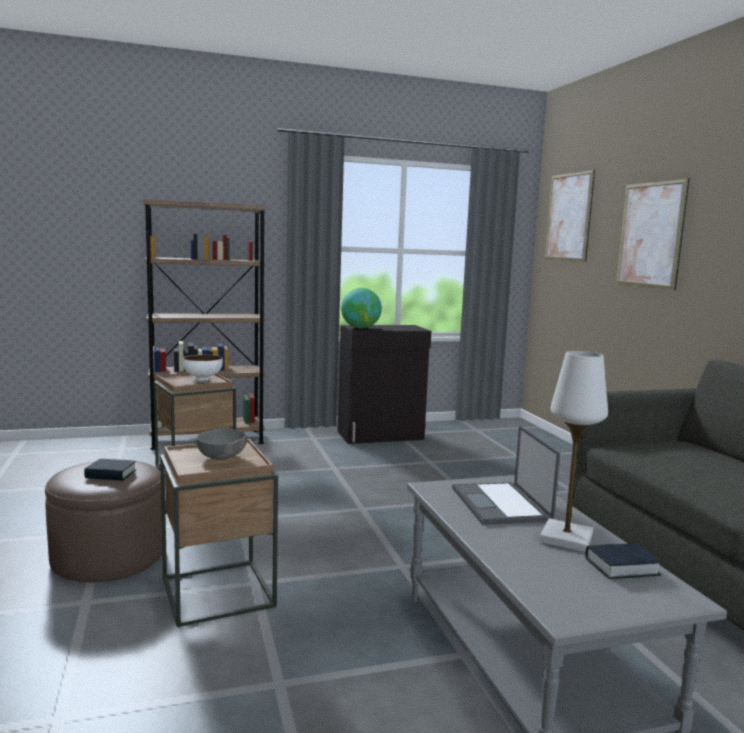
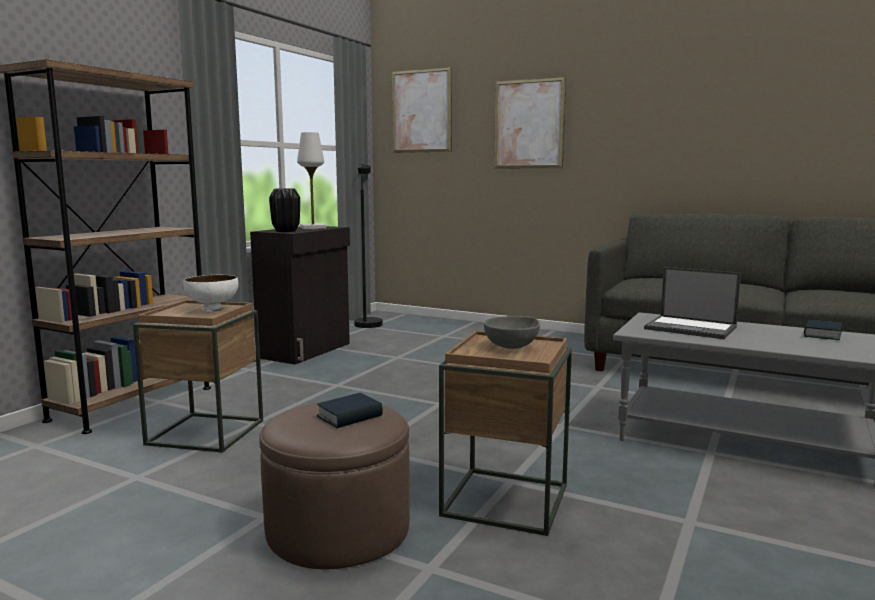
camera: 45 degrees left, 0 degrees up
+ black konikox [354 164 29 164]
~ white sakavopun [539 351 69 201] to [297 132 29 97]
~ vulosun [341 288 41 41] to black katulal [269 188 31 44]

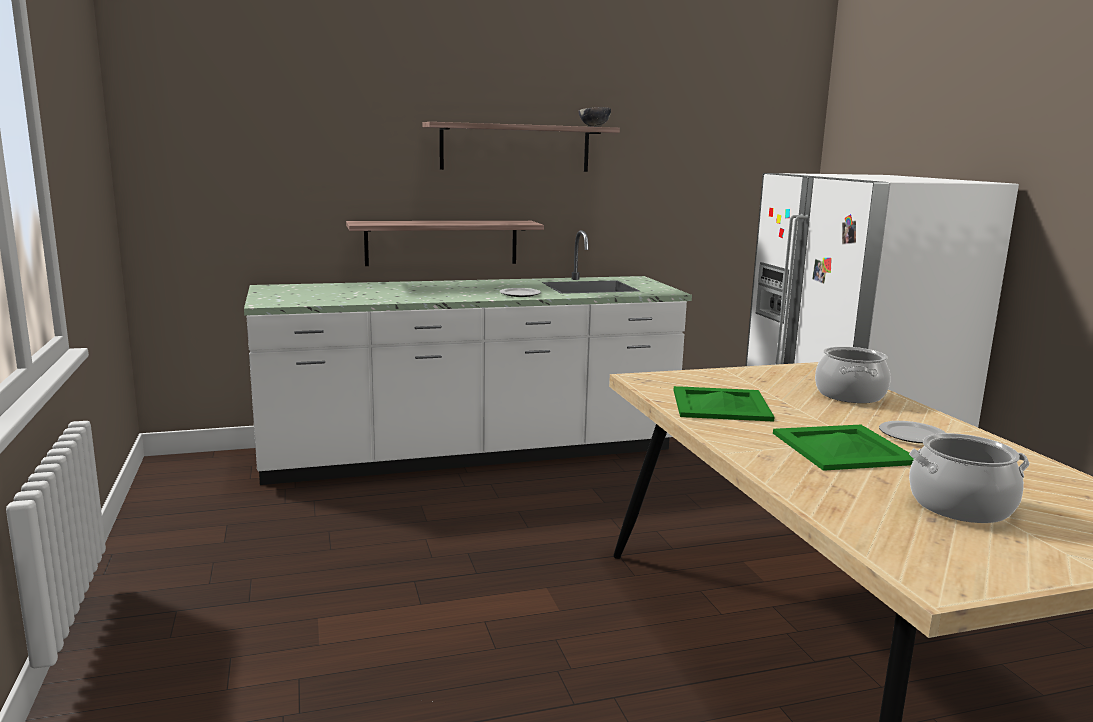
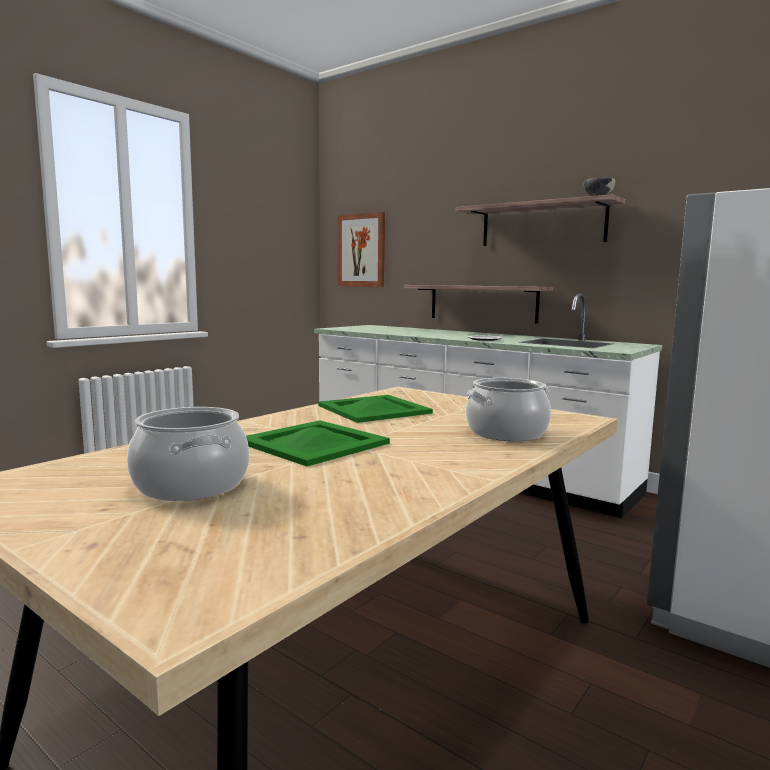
camera: 55 degrees right, 5 degrees down
- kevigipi [879 421 67 22]
+ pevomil [338 212 47 75]

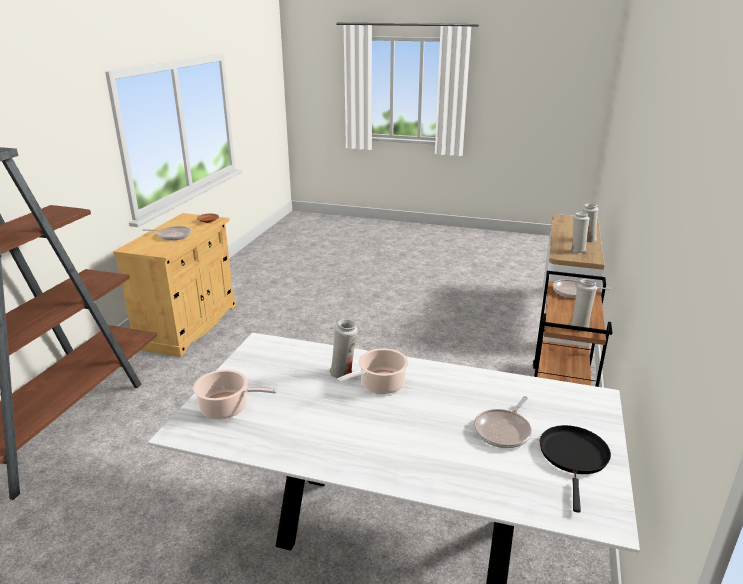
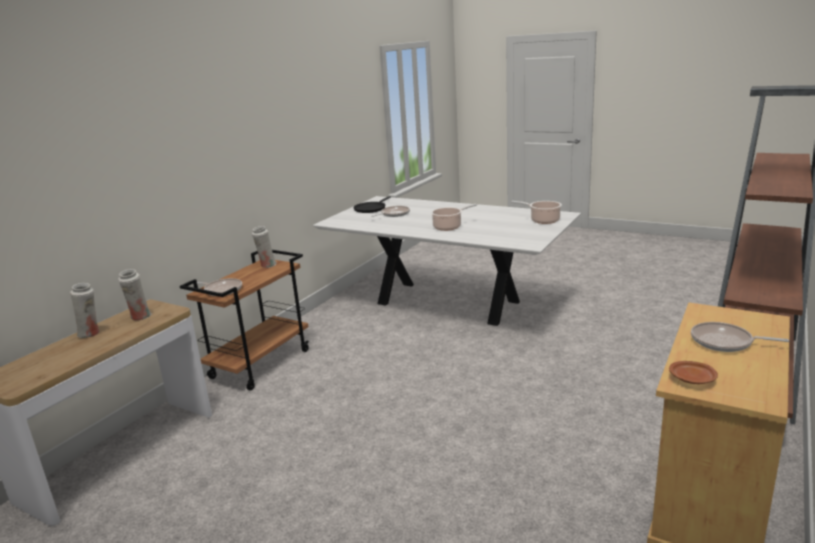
camera: 165 degrees left, 5 degrees down
- white katulal [330 319 28 59]

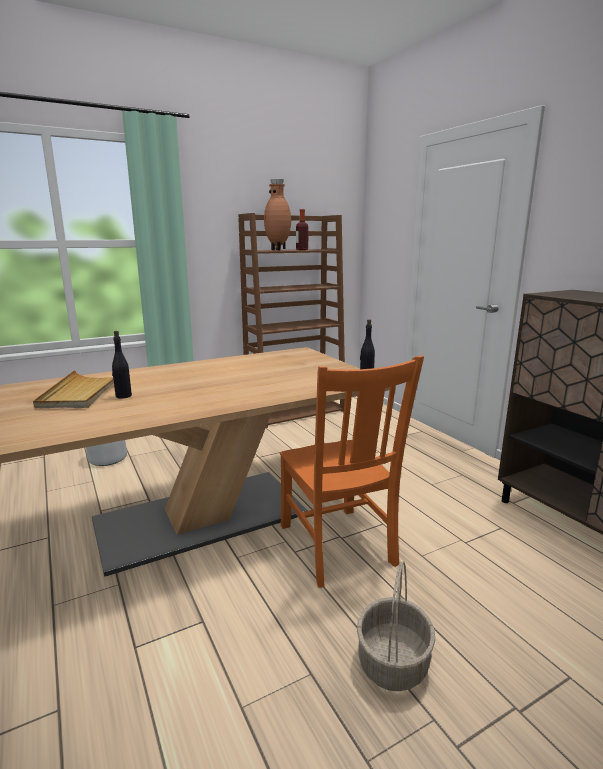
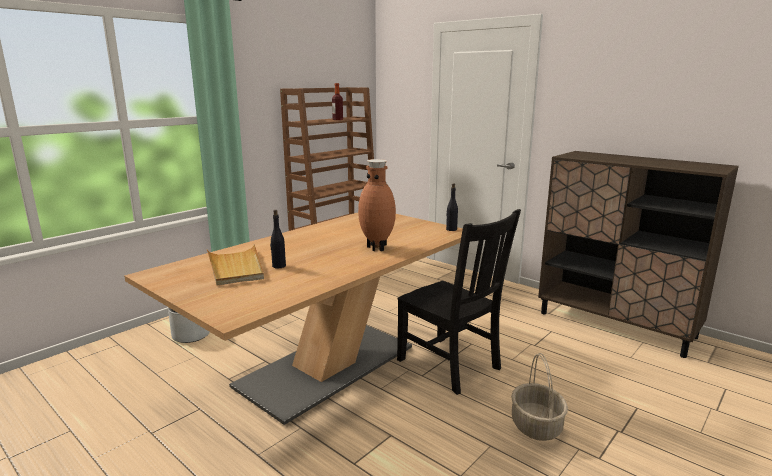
camera: 20 degrees left, 0 degrees up
~ brown katulal [264 179 27 72] to [358 159 38 92]
~ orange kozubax [280 355 144 233] to black kozubax [397 209 124 186]

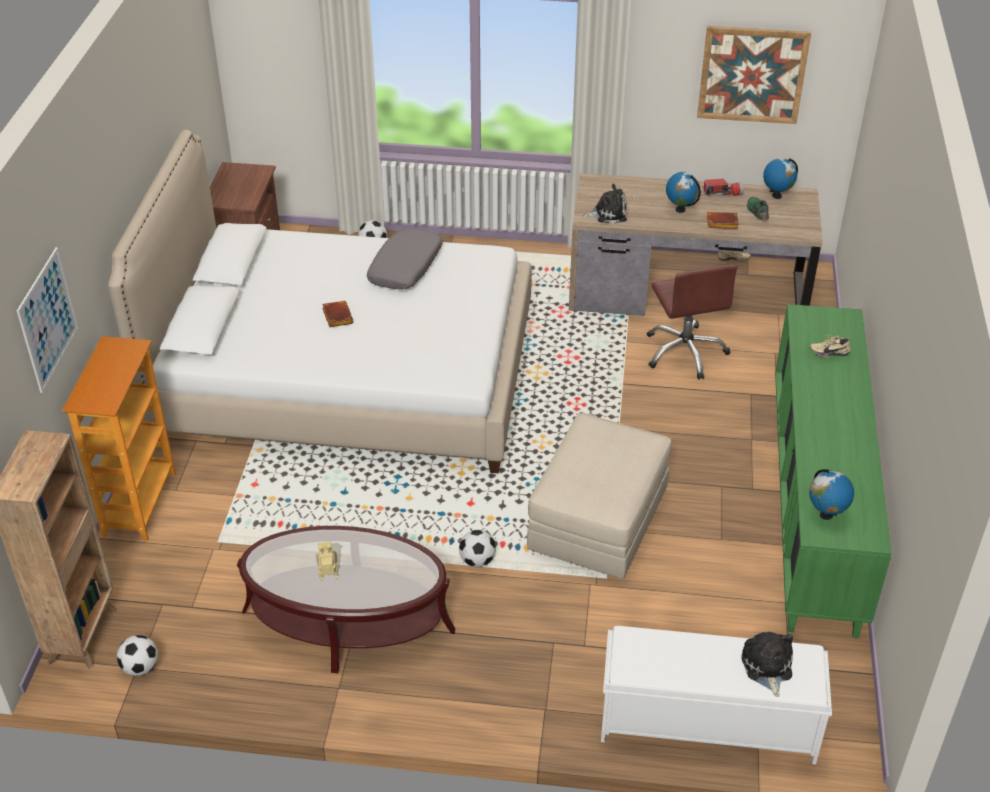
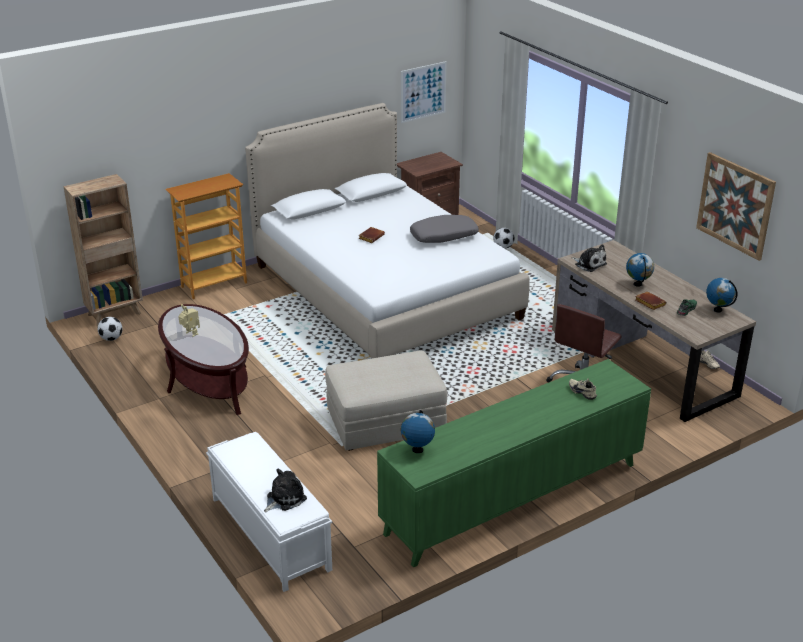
camera: 50 degrees right, 10 degrees down
- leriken [459 530 37 37]
- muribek [703 179 41 17]
~ pevomil [17 247 61 146] to [401 61 46 62]

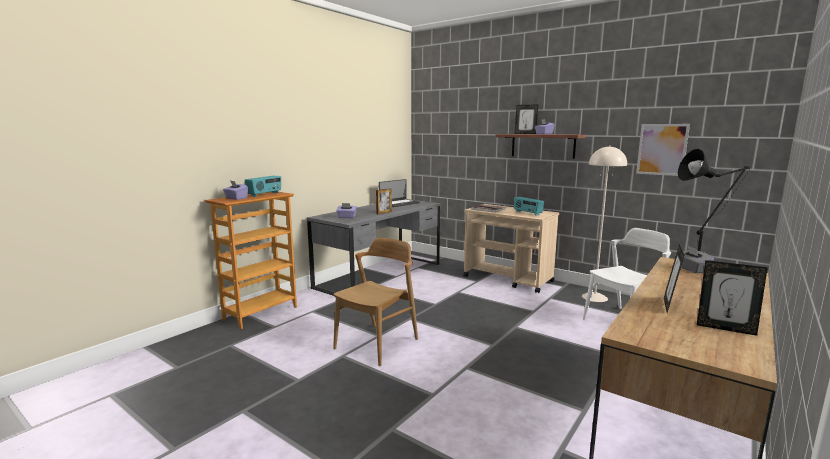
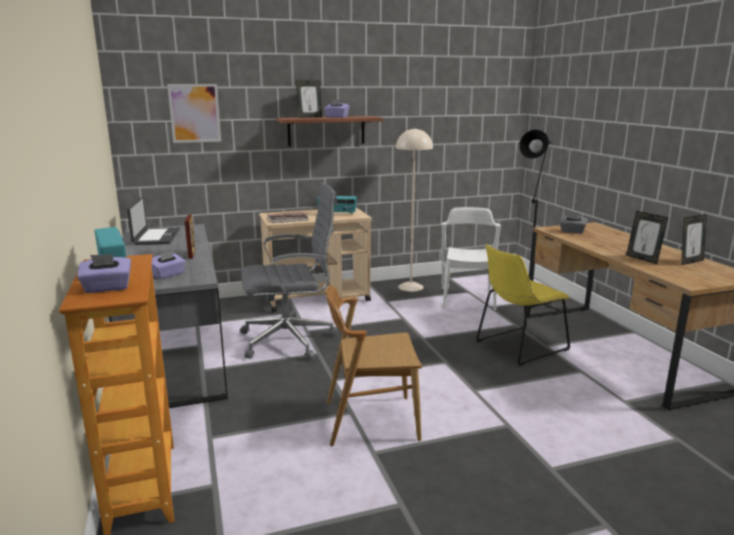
camera: 55 degrees left, 5 degrees up
+ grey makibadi [240 183 99 177]
+ yellow kozubax [476 244 94 122]
~ pevomil [636 124 54 52] to [167 84 54 59]
~ brown kozubax [333 238 85 128] = [326 285 96 161] 75 degrees counterclockwise

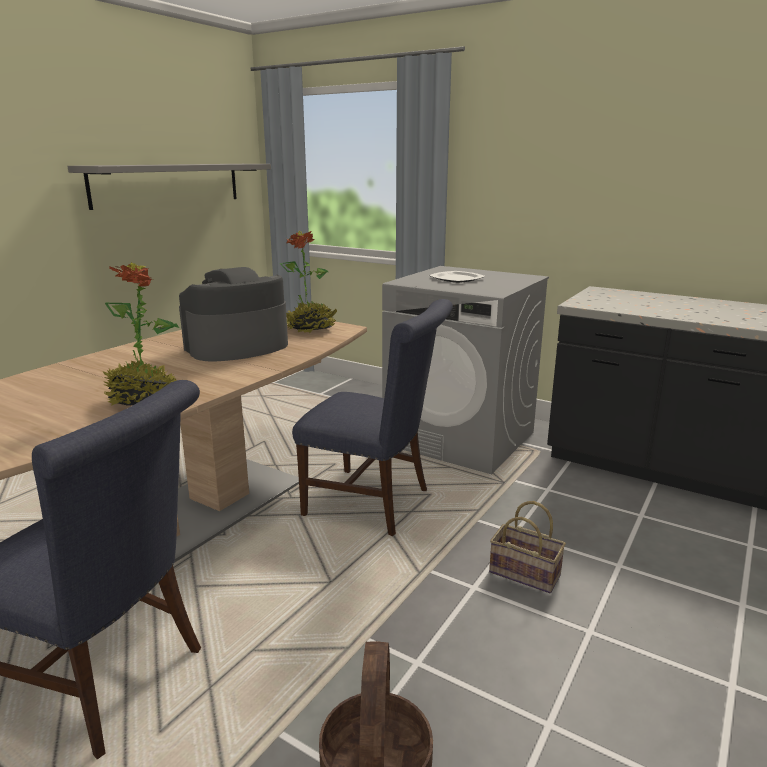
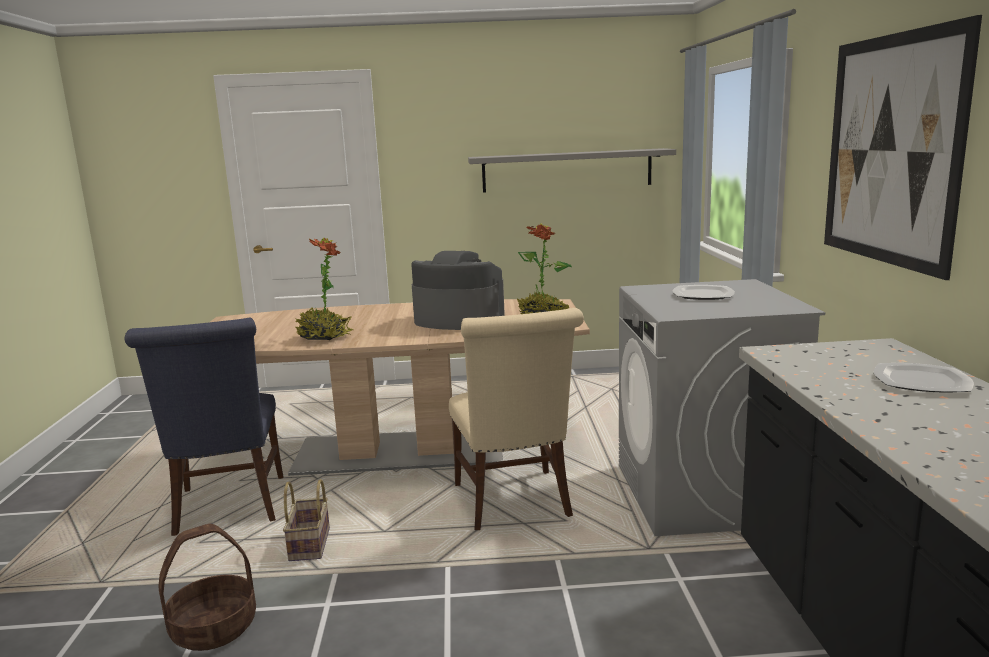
camera: 55 degrees right, 5 degrees down
+ pevomil [824 15 158 265]
+ kevigipi [874 363 100 30]
~ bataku [489 501 77 92] to [283 479 47 82]
~ blue kozubax [292 299 161 237] to beige kozubax [449 308 135 222]

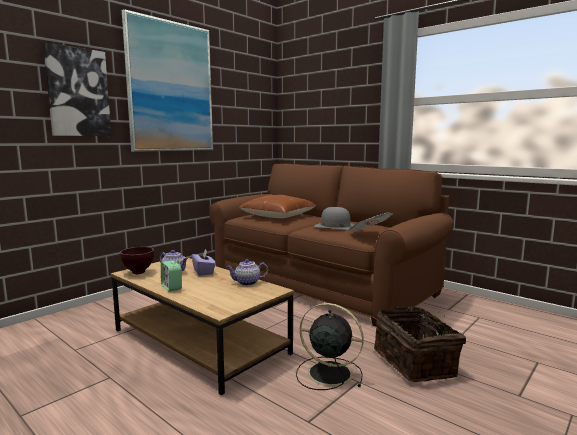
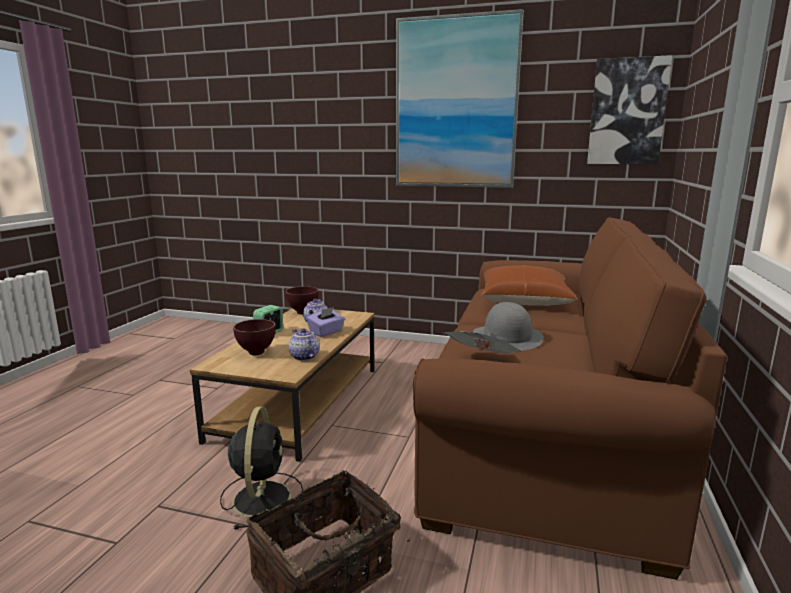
camera: 65 degrees right, 5 degrees up
+ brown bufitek [233 319 43 36]
~ pevomil [43 42 68 94] to [587 55 85 109]

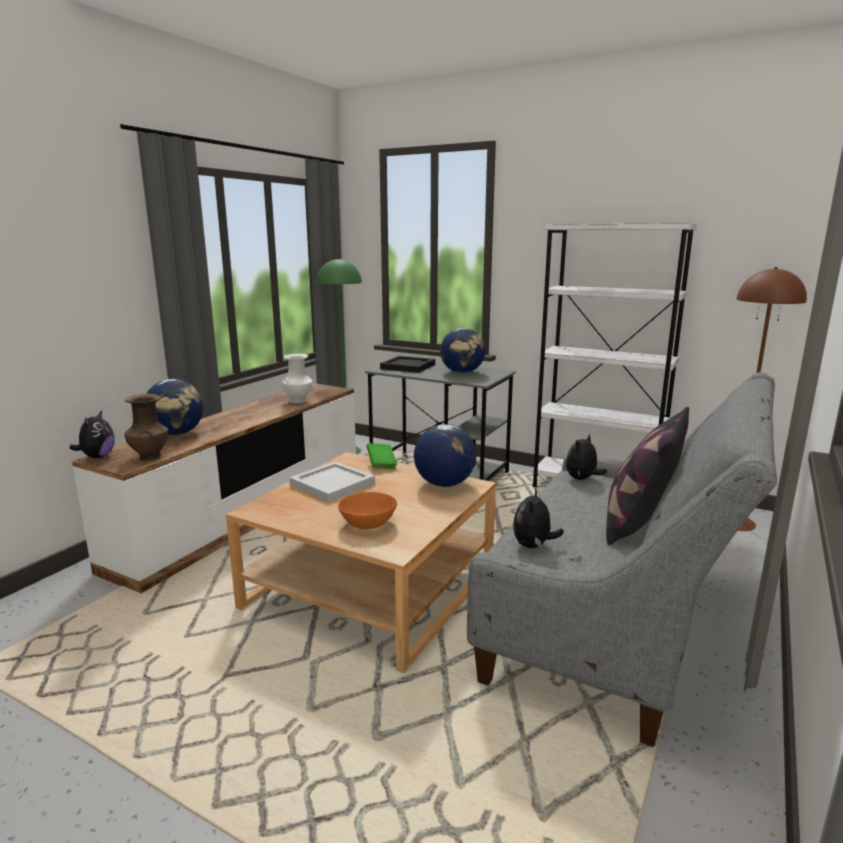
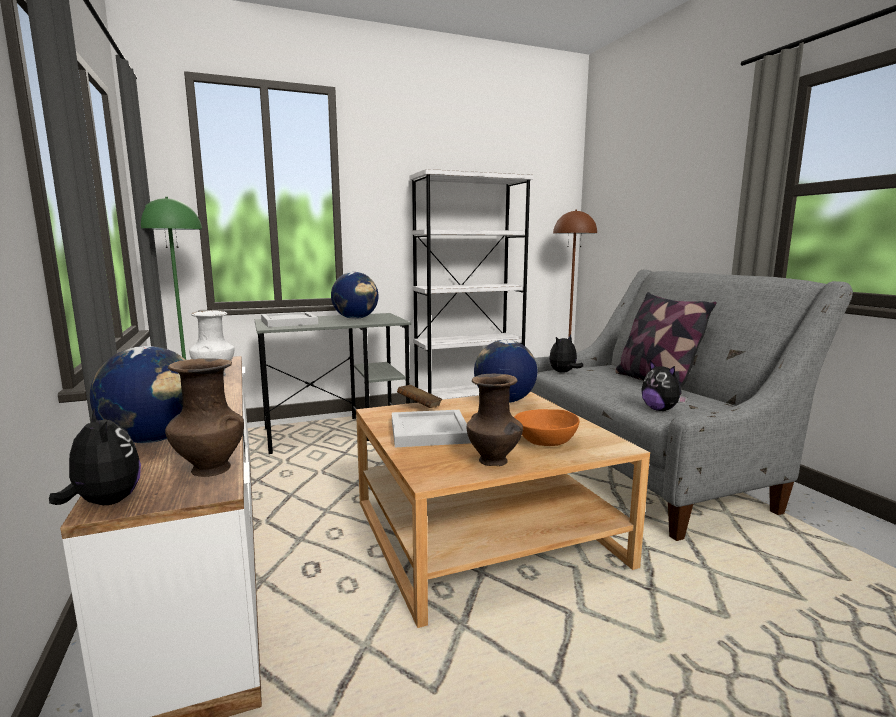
camera: 50 degrees left, 5 degrees down
+ brown katulal [467 374 56 92]
~ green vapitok [366 443 31 26] to brown vapitok [397 385 45 23]
~ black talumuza [380 356 55 17] to white talumuza [261 312 57 15]
~ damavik [566 433 41 47] = [549 335 34 38] 60 degrees clockwise

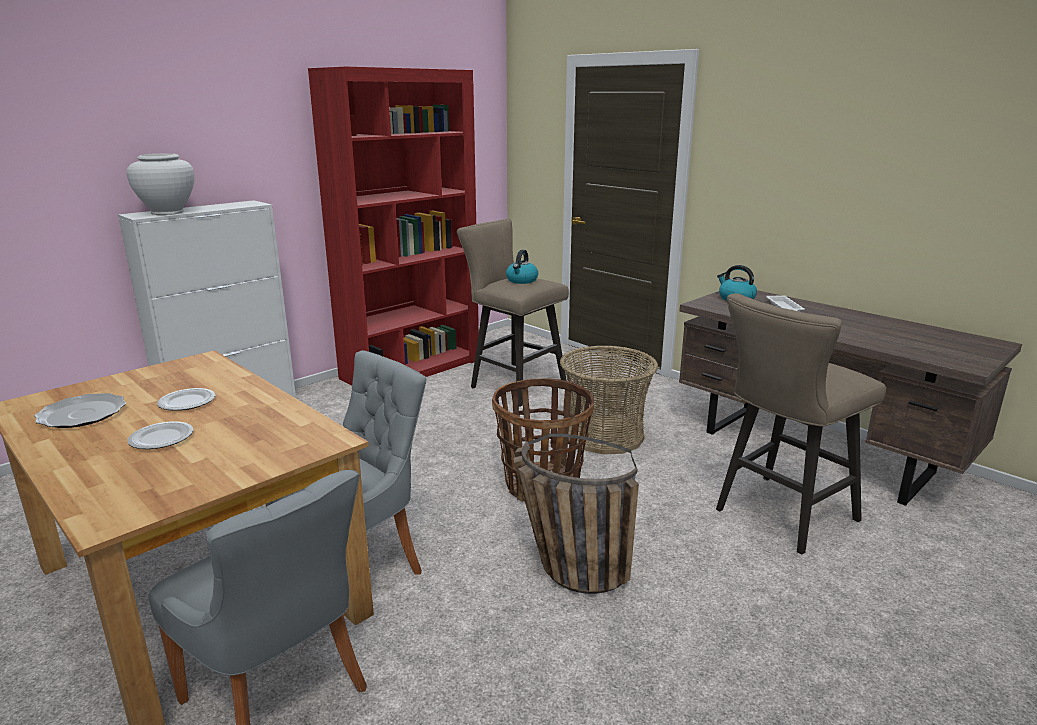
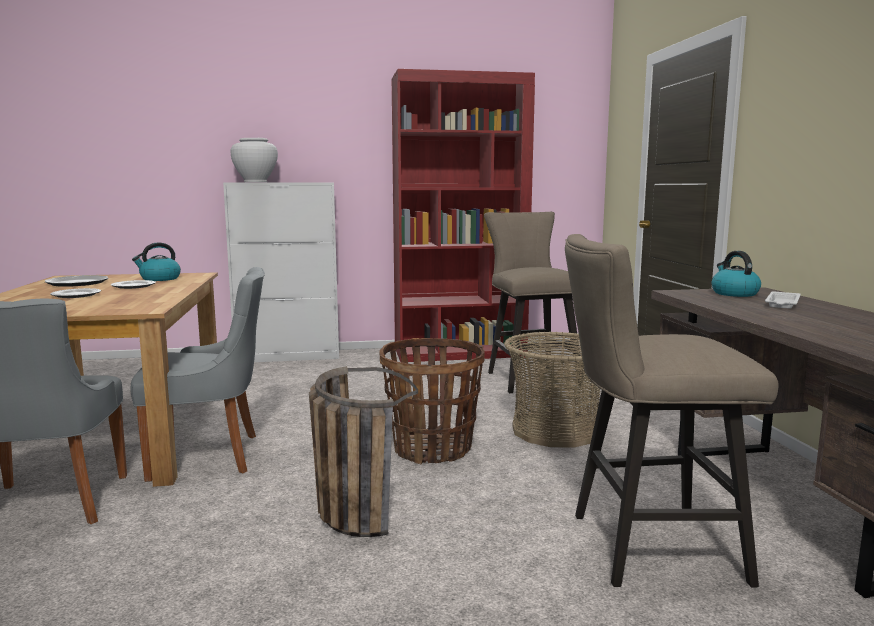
camera: 35 degrees right, 10 degrees down
~ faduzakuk [506 250 32 34] to [132 243 49 38]

